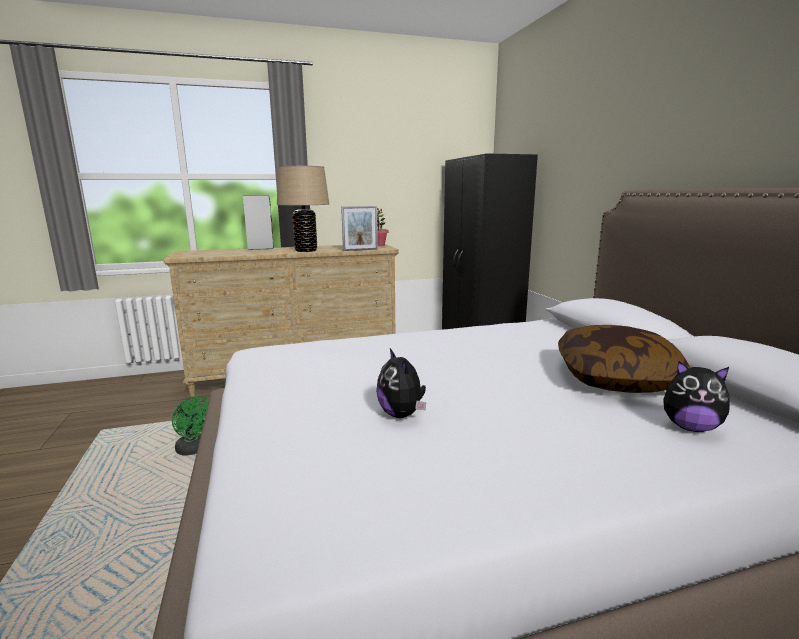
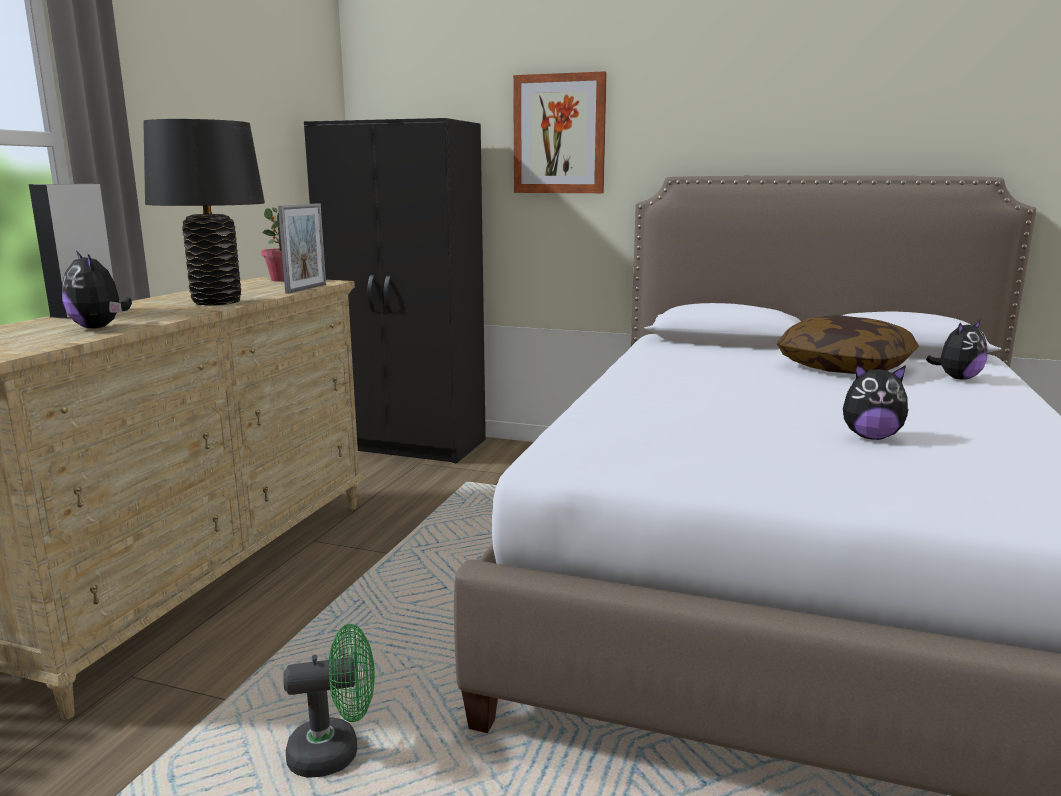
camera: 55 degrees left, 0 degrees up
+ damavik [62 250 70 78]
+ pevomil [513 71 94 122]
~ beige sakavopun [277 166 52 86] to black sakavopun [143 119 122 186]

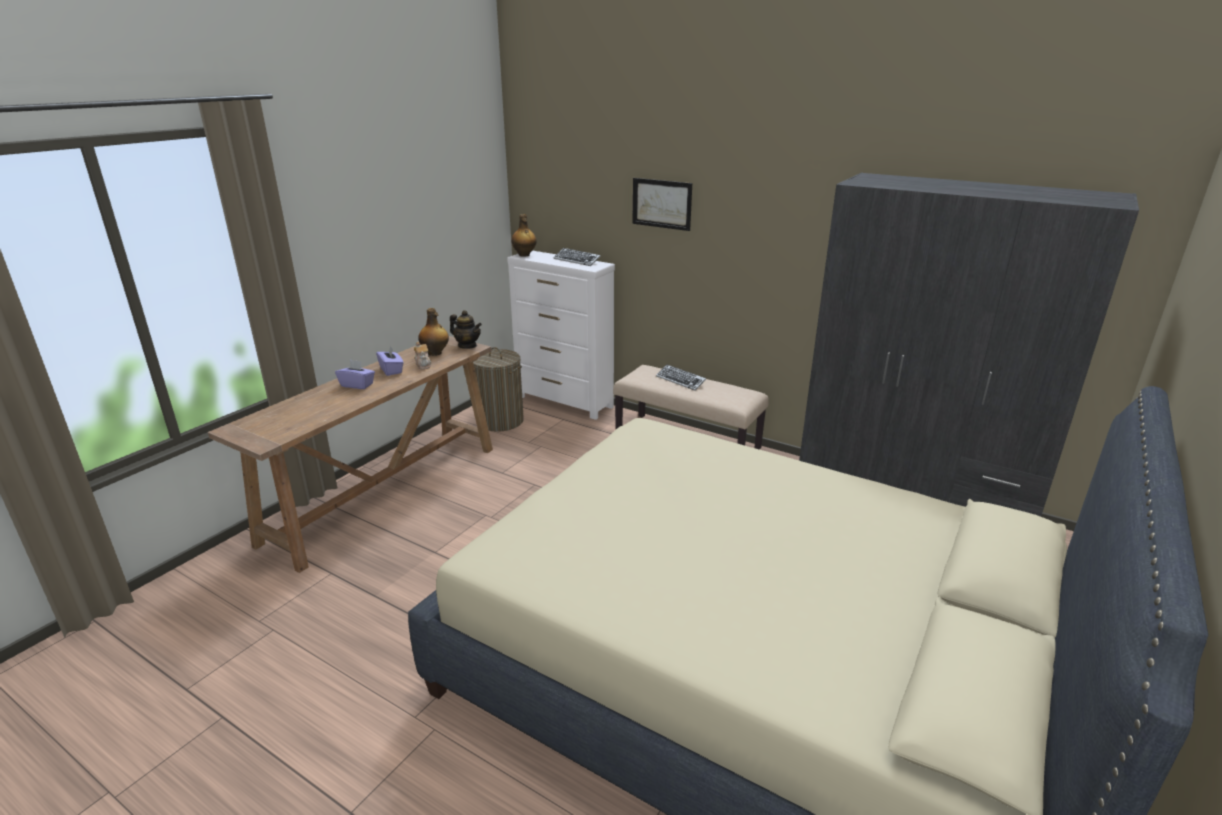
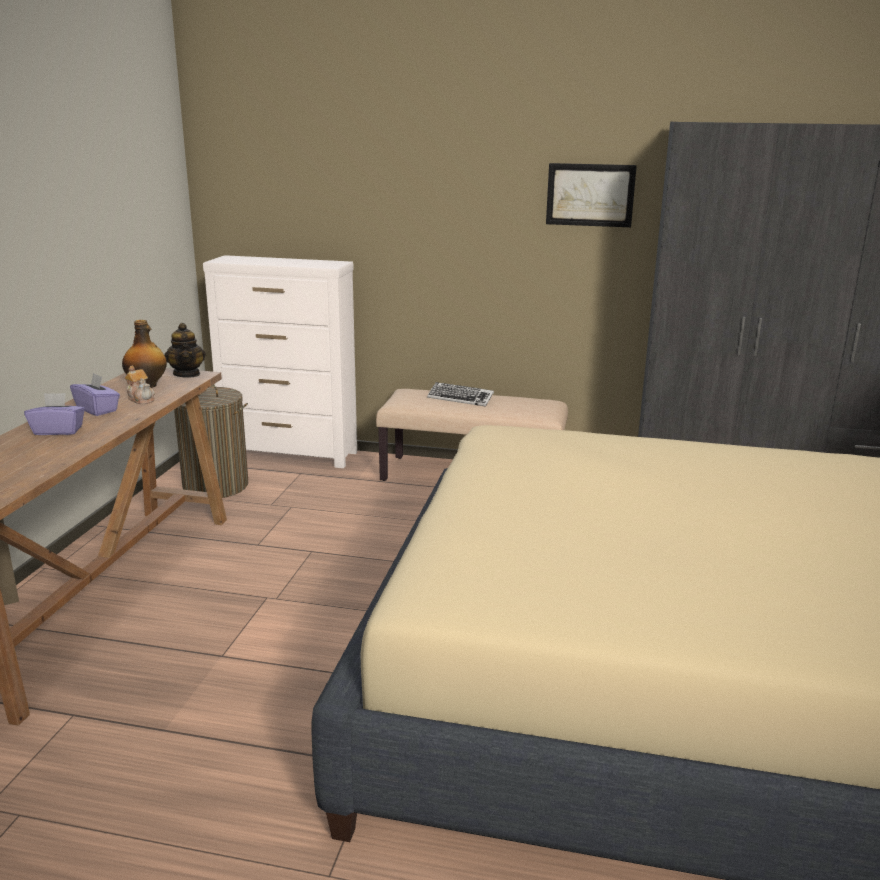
camera: 20 degrees left, 5 degrees down
- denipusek [511 214 26 43]
- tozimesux [553 248 48 18]
~ pevomil [632 178 60 53] to [546 163 91 64]
~ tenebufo [450 310 32 39] = [164 323 42 55] 60 degrees clockwise

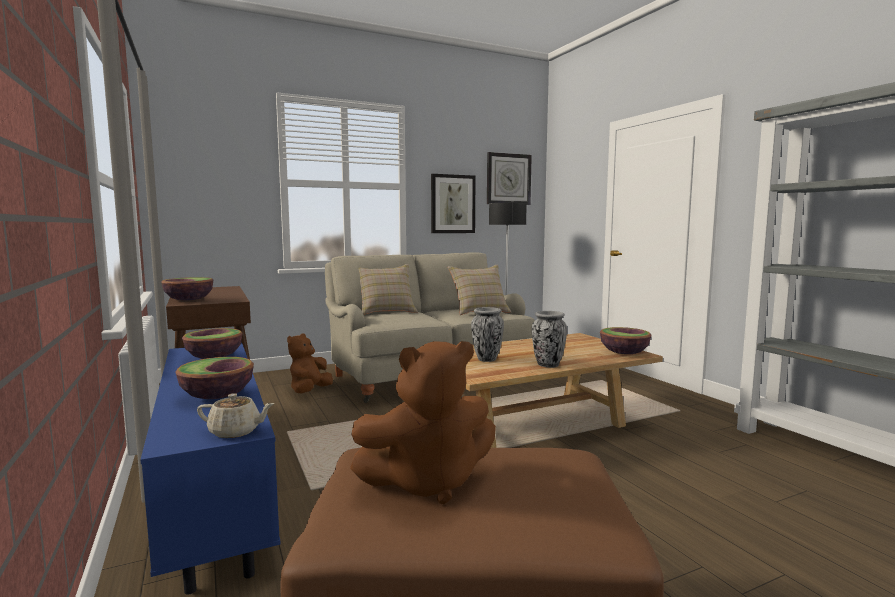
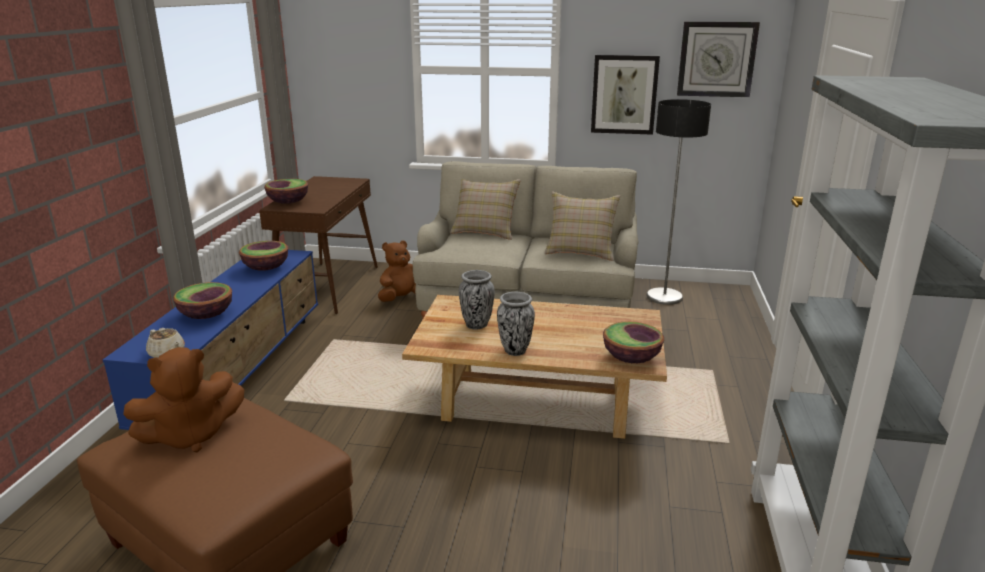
camera: 35 degrees right, 15 degrees up
~ brown damavik [350 341 146 163] = [123 347 121 105] 45 degrees counterclockwise

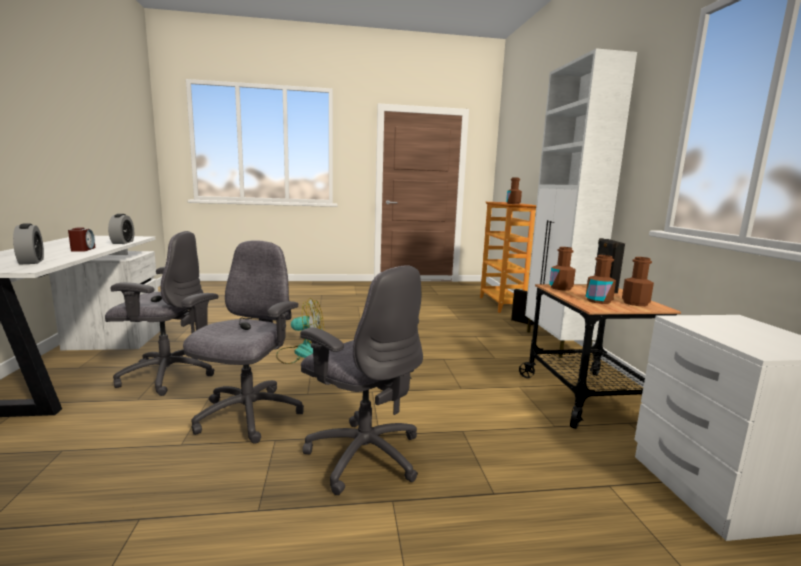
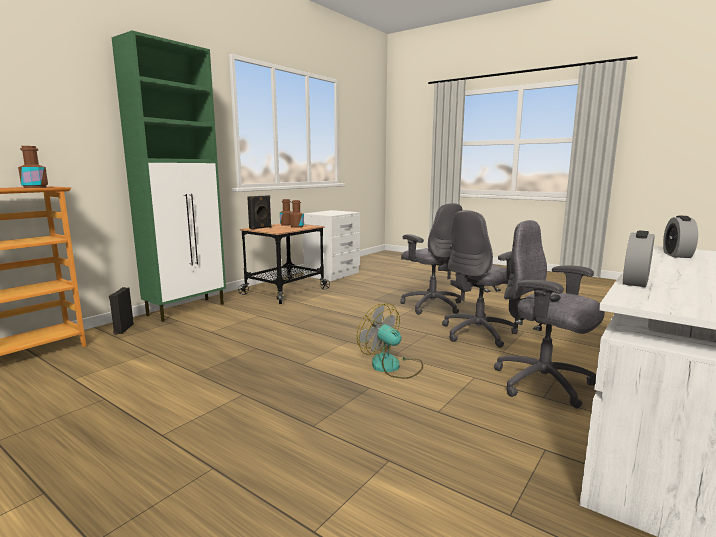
camera: 135 degrees left, 0 degrees up
- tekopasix [68 228 27 24]
- brown denipusek [549 247 27 44]
~ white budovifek [525 48 112 310] to green budovifek [111 30 115 292]
~ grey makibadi [300 265 123 230] = [400 203 63 112] 150 degrees clockwise

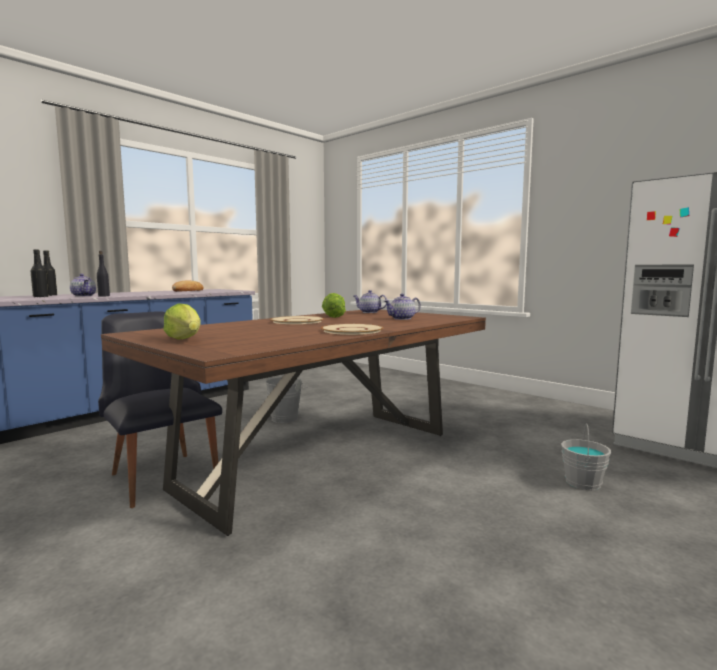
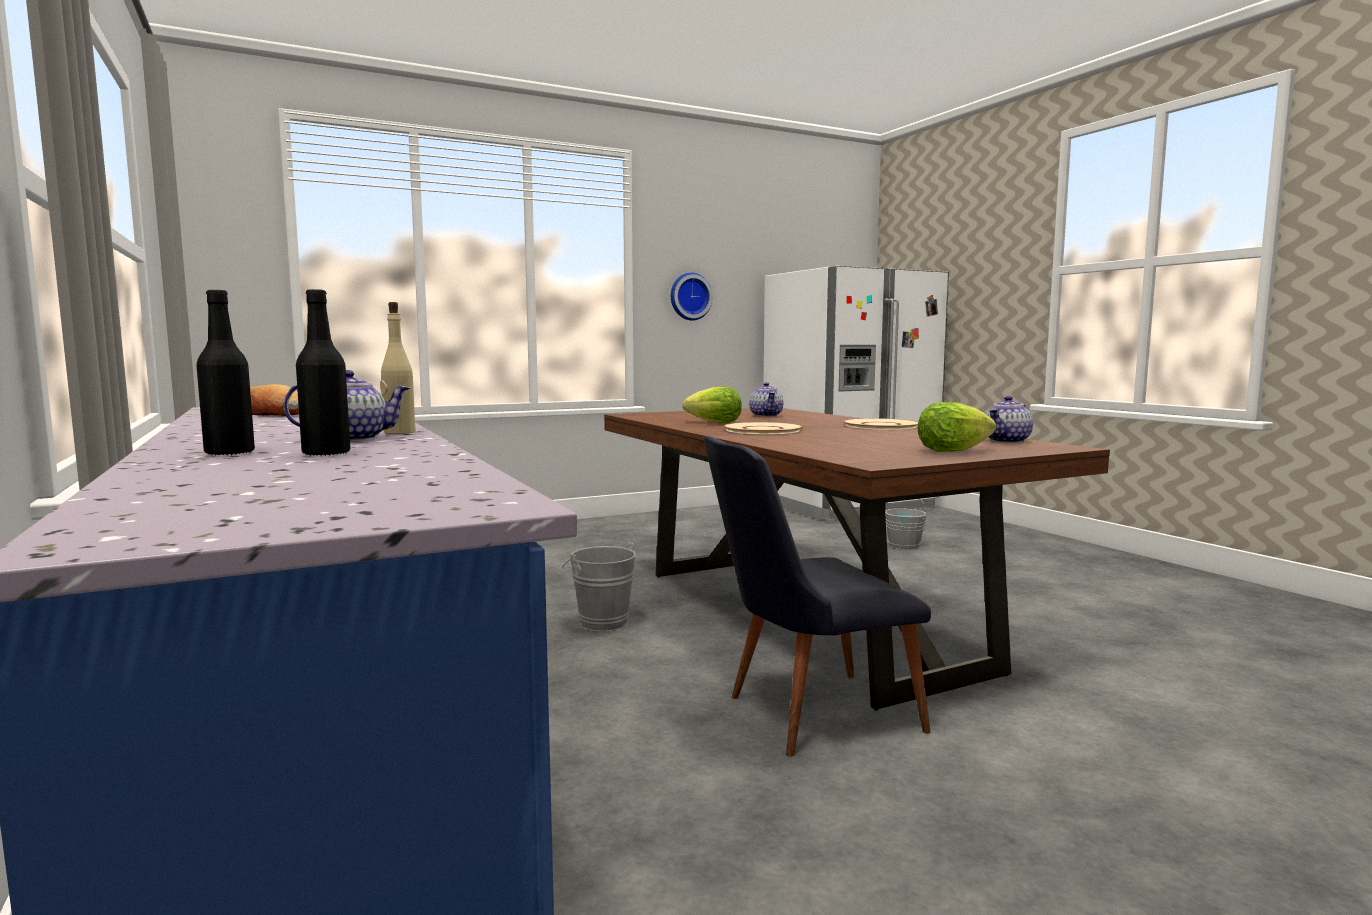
camera: 70 degrees left, 0 degrees up
+ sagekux [671 273 42 48]
~ tenebufo [354 290 33 23] to [986 396 47 47]
~ black denipusek [97 251 13 45] to beige denipusek [380 302 35 132]

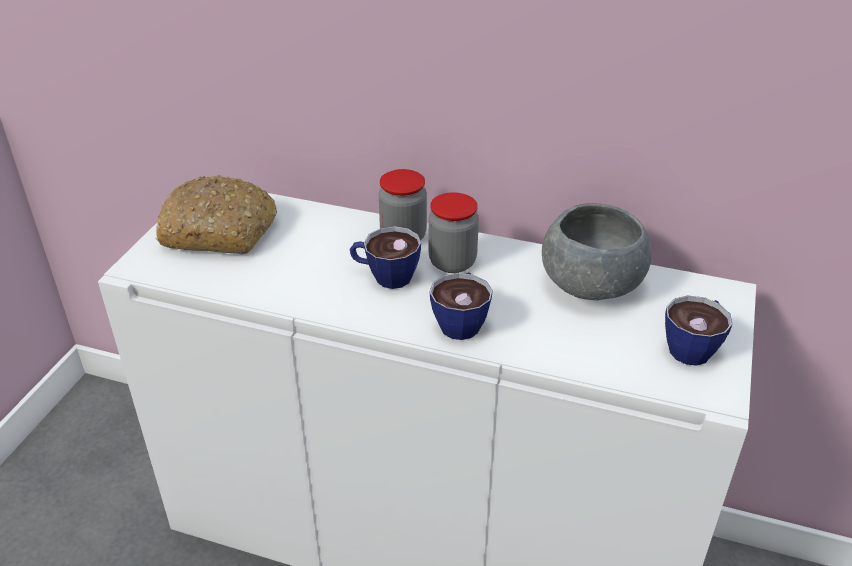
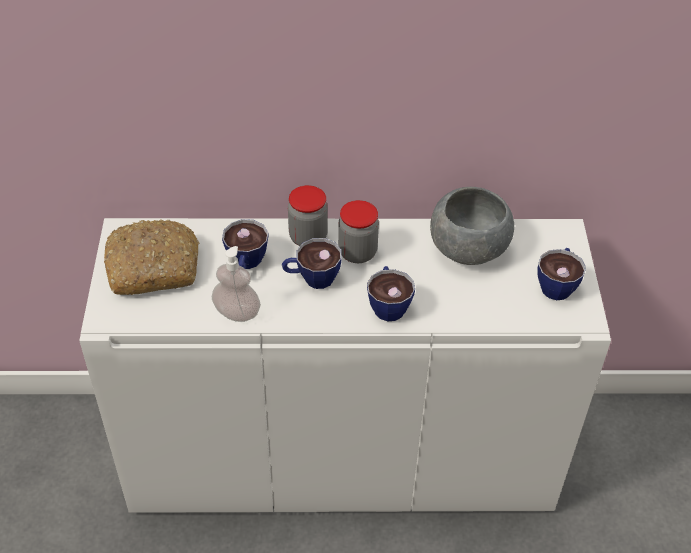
camera: 20 degrees left, 10 degrees up
+ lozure [212 246 49 76]
+ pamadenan [222 219 46 50]

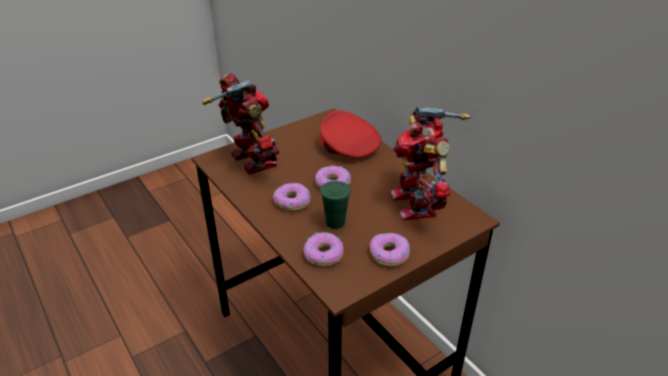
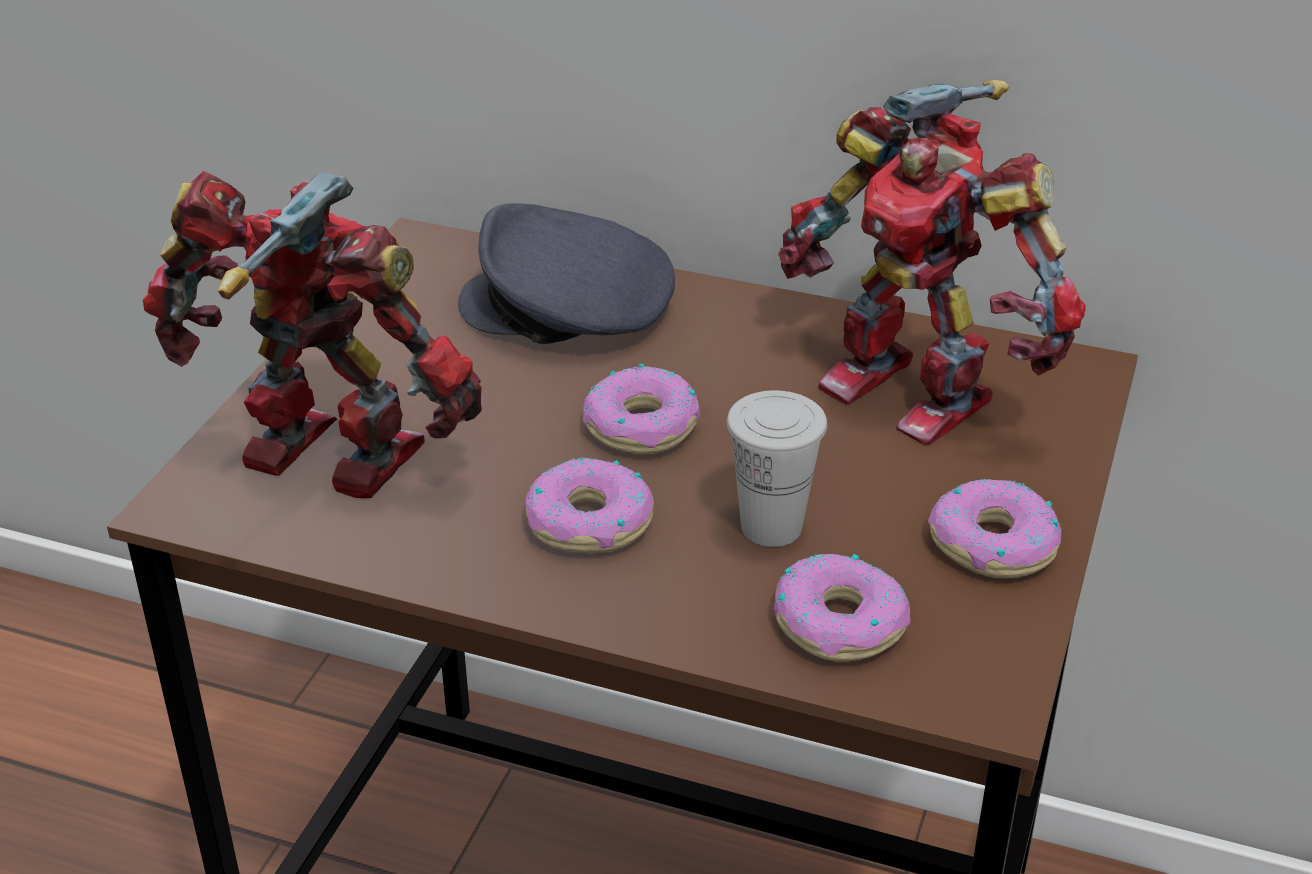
camera: 35 degrees left, 0 degrees up
~ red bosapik [319 110 62 49] to grey bosapik [458 203 217 141]
~ green pamadenan [320 181 31 48] to white pamadenan [727 390 100 157]

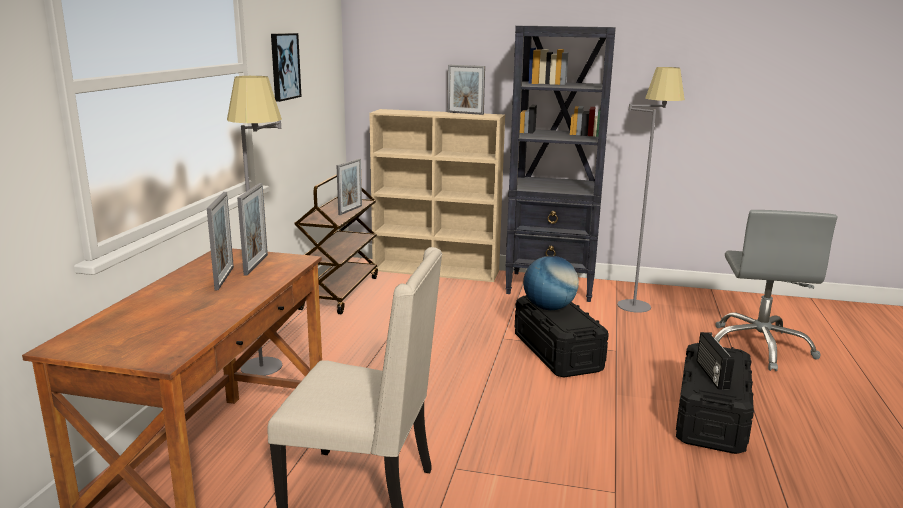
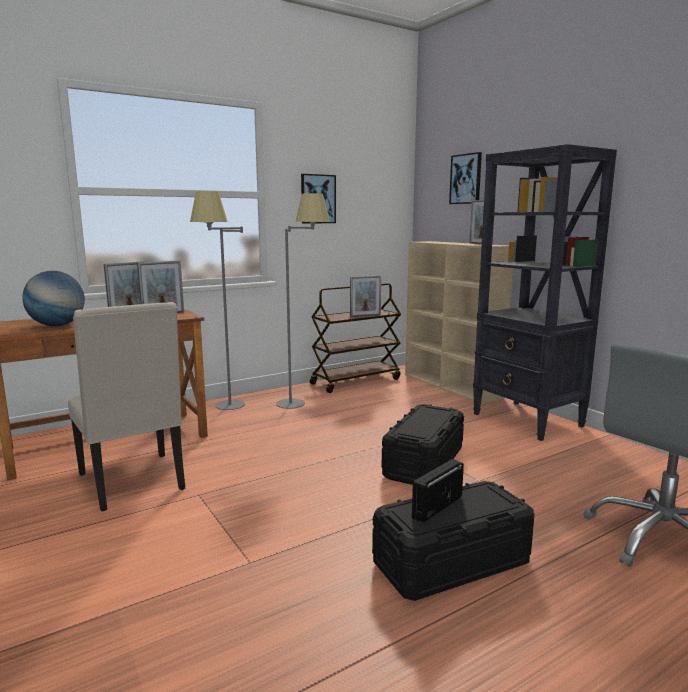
camera: 45 degrees right, 5 degrees down
+ pevomil [449 152 33 52]
~ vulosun [523 255 56 55] to [22 271 63 55]
~ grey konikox [617 67 68 246] to [276 193 54 216]

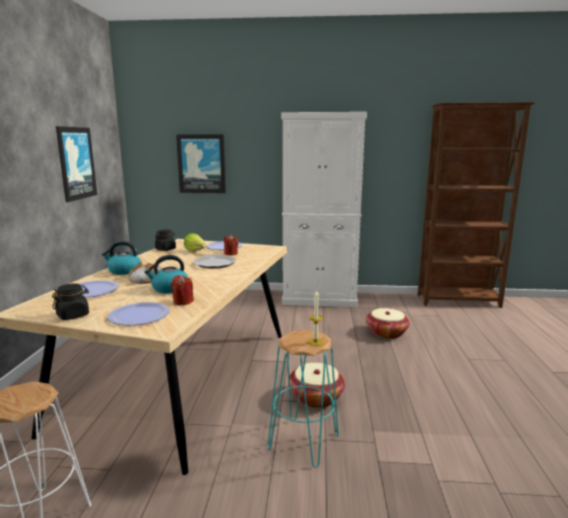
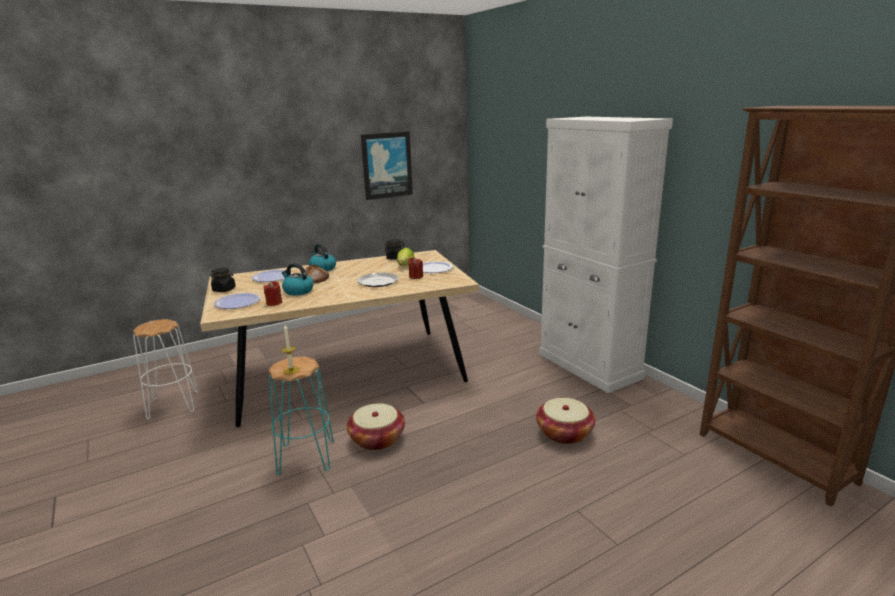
camera: 55 degrees right, 5 degrees up
- pevomil [176 134 50 59]

